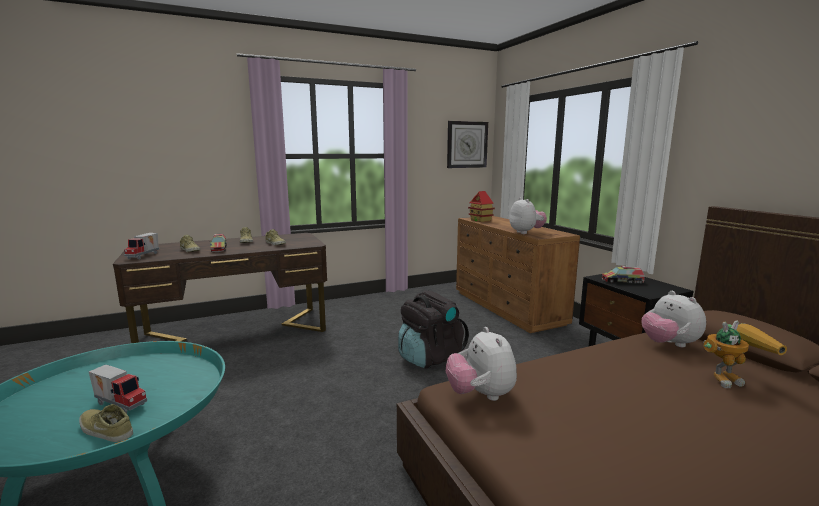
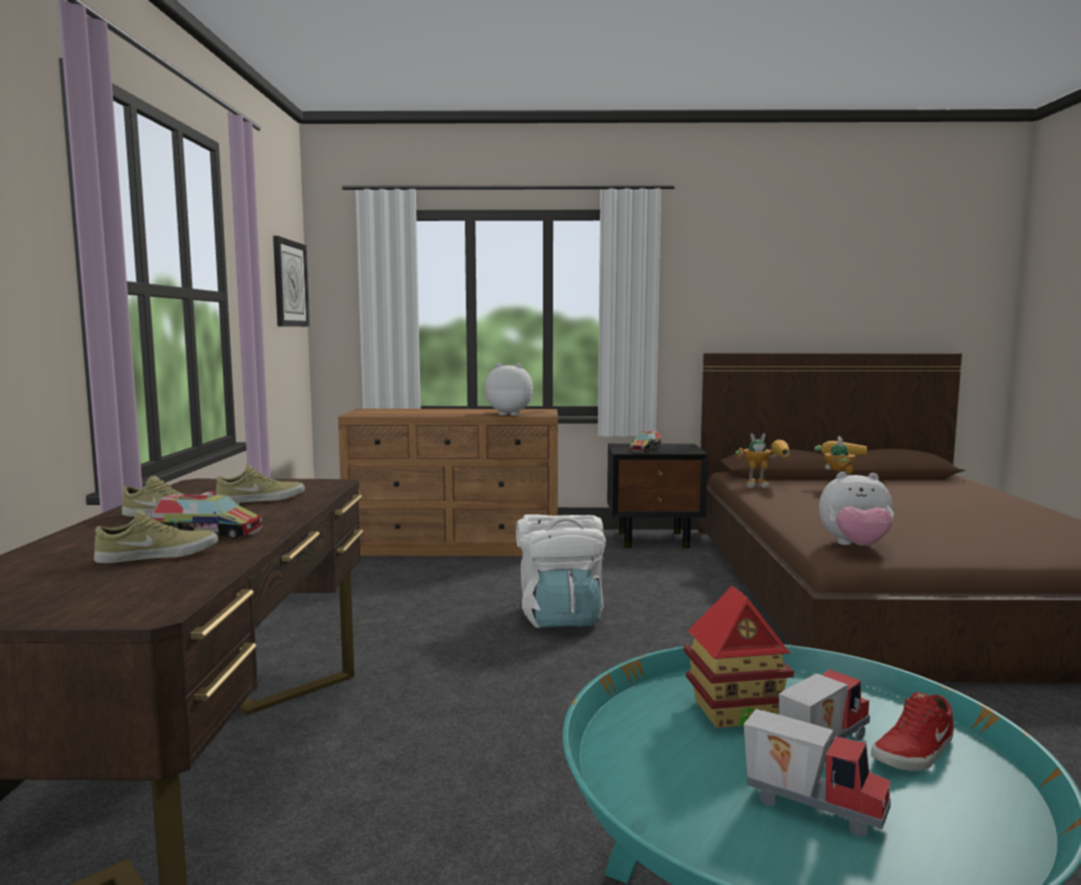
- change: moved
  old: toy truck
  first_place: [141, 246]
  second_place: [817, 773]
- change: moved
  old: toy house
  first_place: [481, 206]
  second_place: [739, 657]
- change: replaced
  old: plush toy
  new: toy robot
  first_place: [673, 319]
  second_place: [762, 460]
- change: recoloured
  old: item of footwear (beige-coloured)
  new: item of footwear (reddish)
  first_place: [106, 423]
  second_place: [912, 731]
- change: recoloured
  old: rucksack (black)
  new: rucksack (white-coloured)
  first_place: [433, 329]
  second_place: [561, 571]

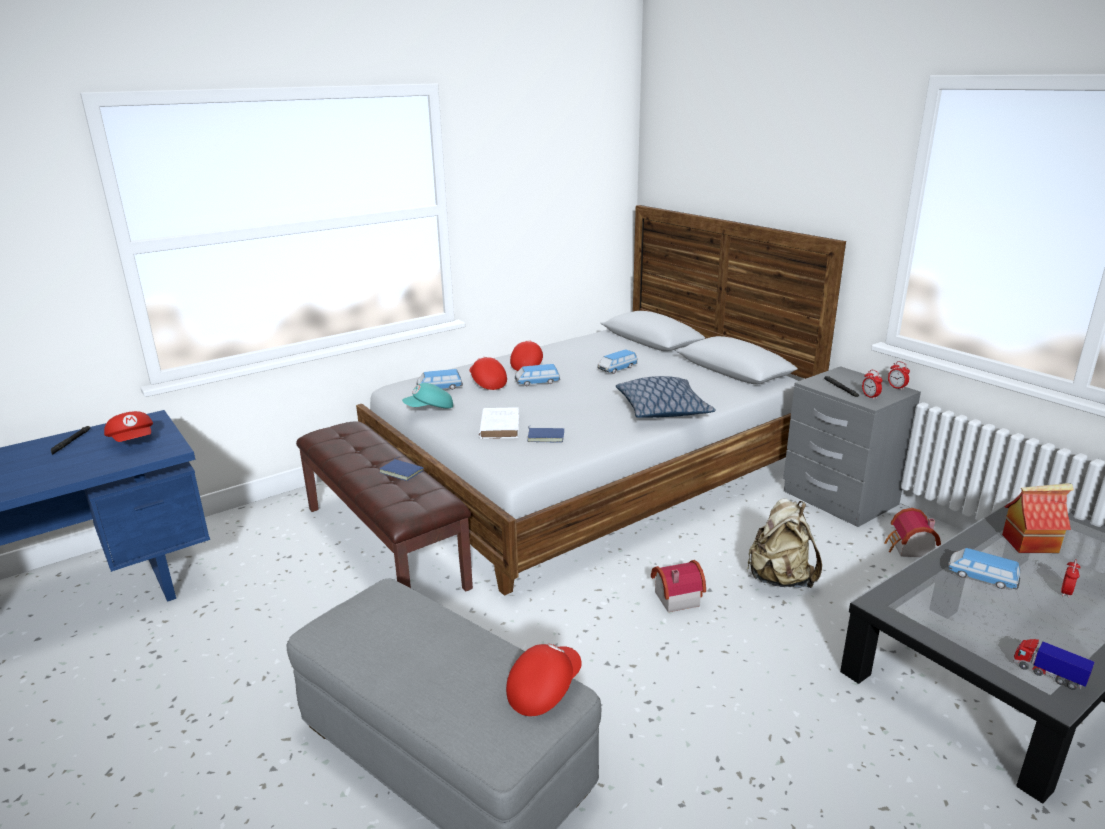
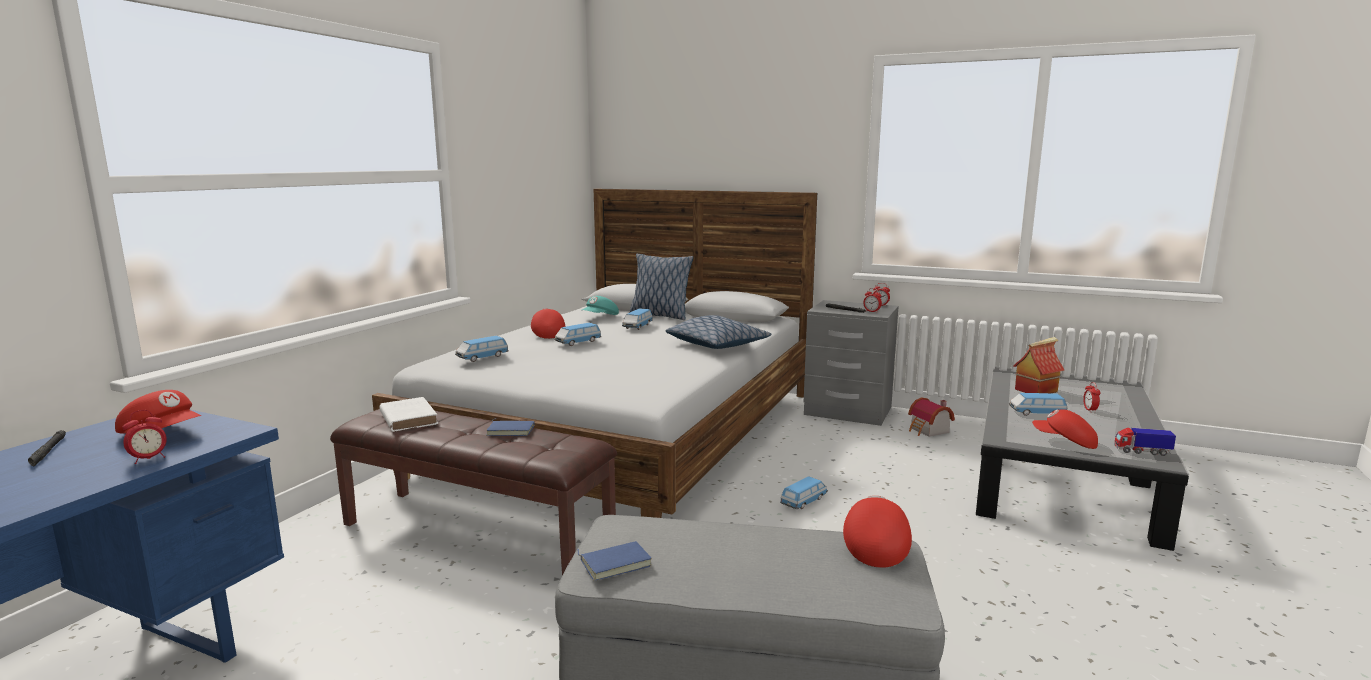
- change: removed
  old: rucksack (beige-coloured)
  first_place: [784, 543]
- change: added
  new: alarm clock
  second_place: [144, 437]
- change: added
  new: throw pillow
  second_place: [661, 287]
- change: moved
  old: baseball cap (turquoise)
  first_place: [427, 395]
  second_place: [600, 305]
- change: moved
  old: baseball cap (reddish)
  first_place: [488, 373]
  second_place: [1065, 429]
- change: moved
  old: book (white-coloured)
  first_place: [499, 423]
  second_place: [409, 414]
- change: moved
  old: book (bluish)
  first_place: [545, 433]
  second_place: [615, 561]
- change: replaced
  old: toy house
  new: miniature car
  first_place: [678, 586]
  second_place: [804, 492]

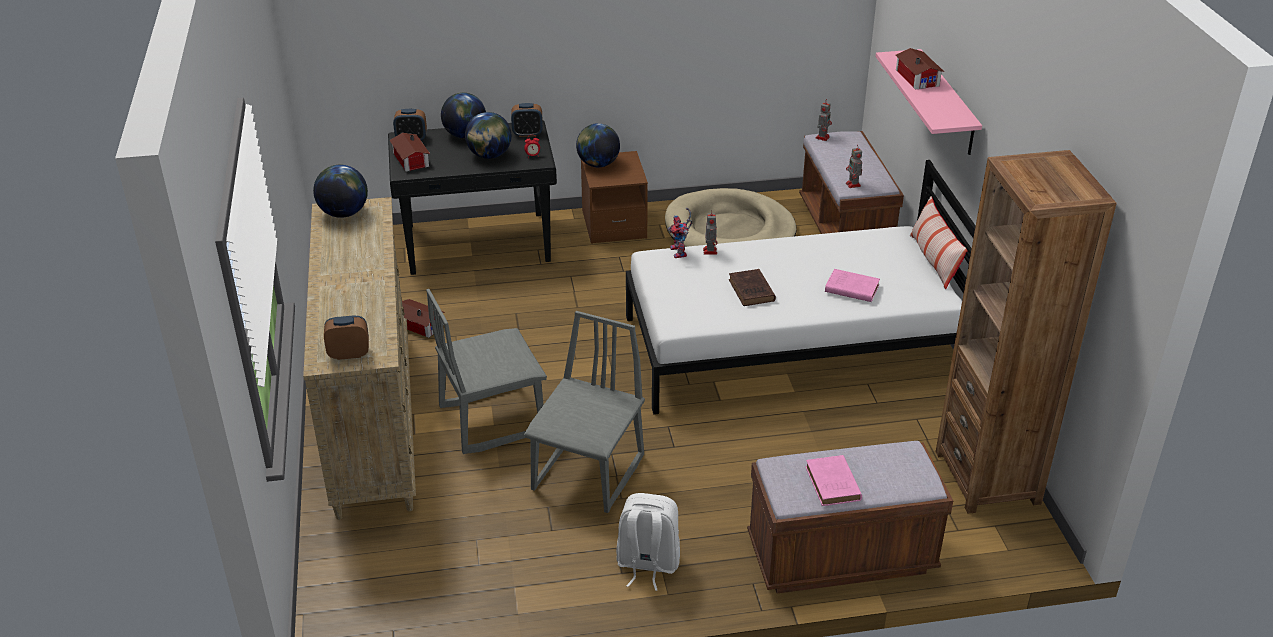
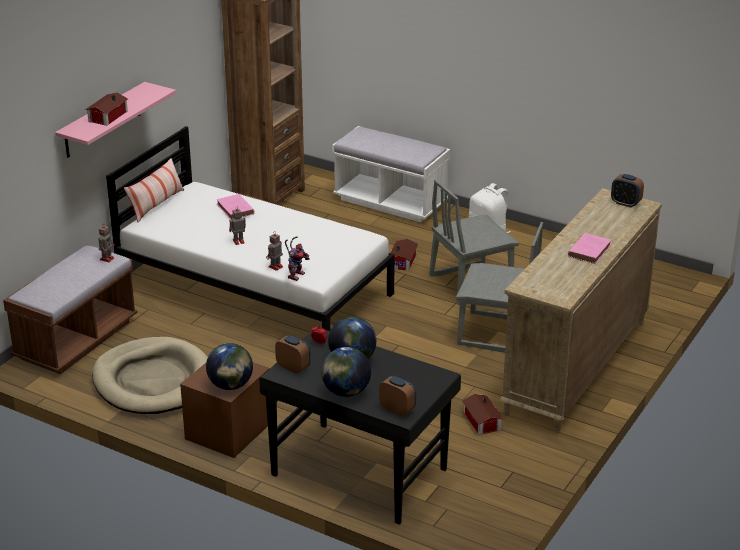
- change: removed
  old: world globe
  first_place: [340, 191]
- change: removed
  old: book (brown)
  first_place: [752, 287]
- change: moved
  old: toy house
  first_place: [409, 152]
  second_place: [404, 255]
- change: moved
  old: book (pink-coloured)
  first_place: [833, 480]
  second_place: [589, 248]
- change: moved
  old: toy robot
  first_place: [824, 120]
  second_place: [237, 225]
- change: recoloured
  old: indoor bench (brown)
  new: indoor bench (white-coloured)
  first_place: [850, 517]
  second_place: [391, 174]

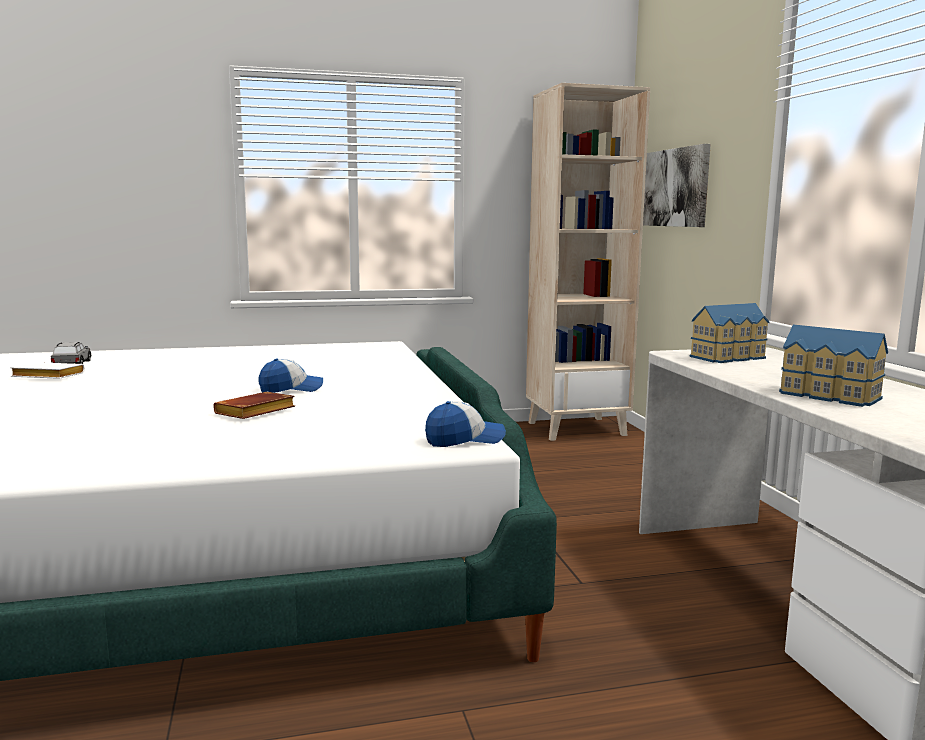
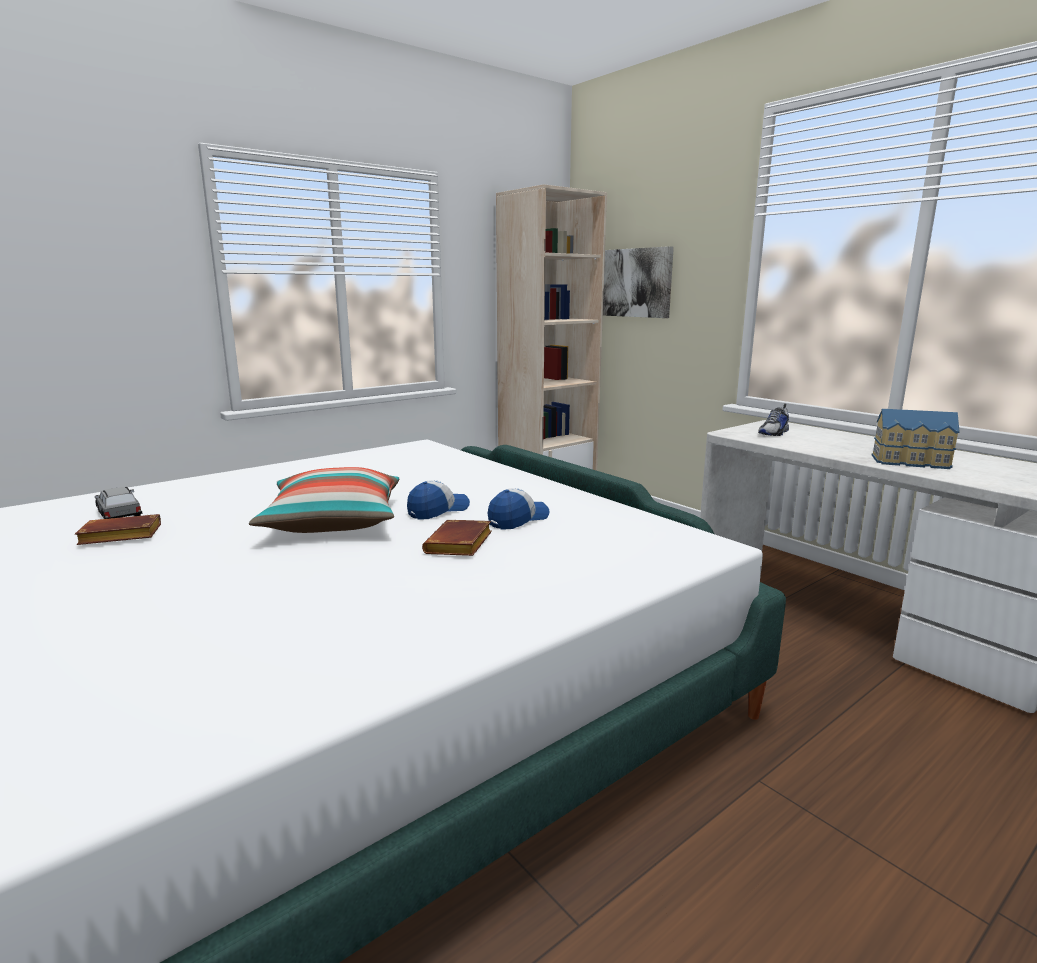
- change: added
  new: throw pillow
  second_place: [324, 500]
- change: moved
  old: baseball cap
  first_place: [465, 424]
  second_place: [518, 509]
- change: replaced
  old: toy house
  new: item of footwear
  first_place: [729, 333]
  second_place: [773, 420]
- change: recoloured
  old: book (white-coloured)
  new: book (brown)
  first_place: [47, 370]
  second_place: [118, 529]

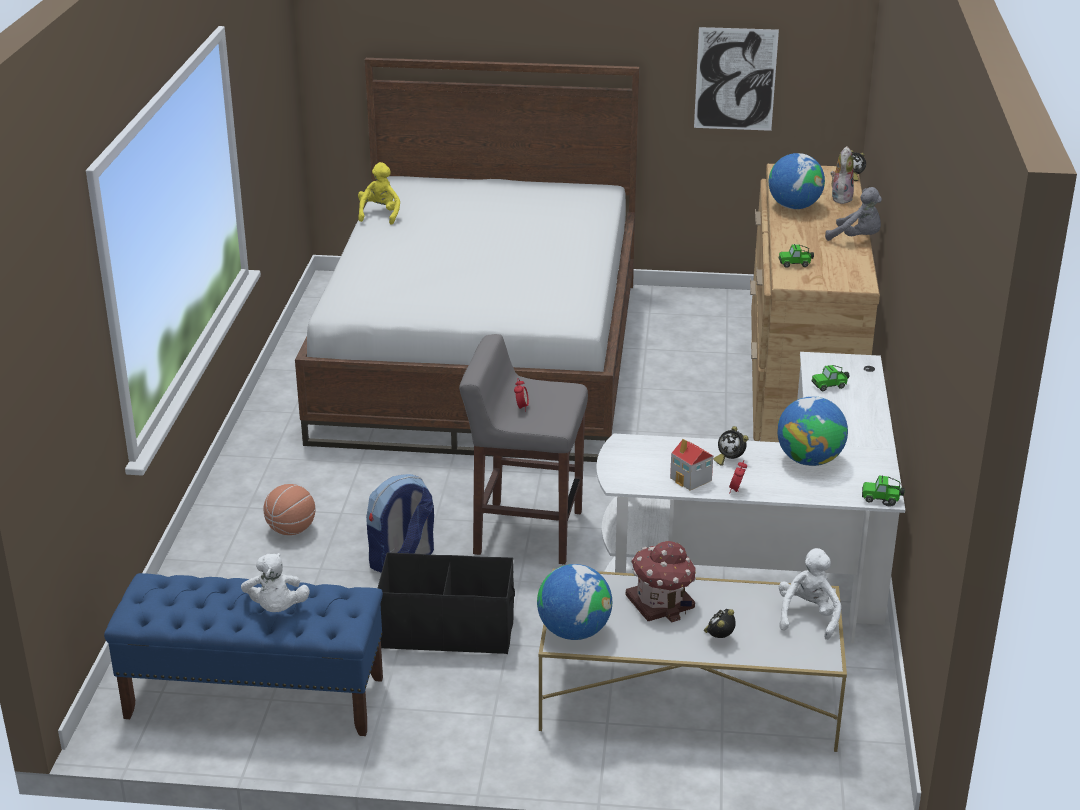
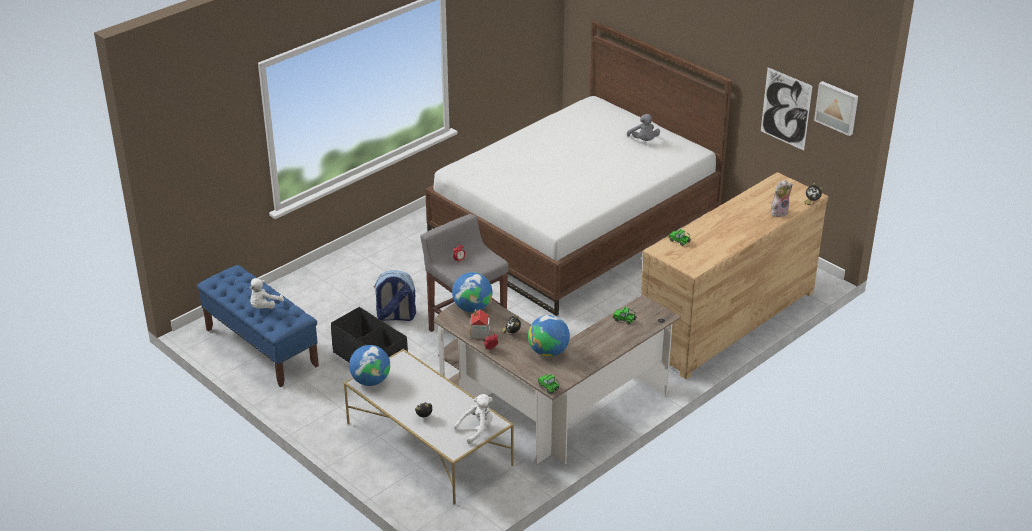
- change: removed
  old: basketball ball
  first_place: [289, 509]
- change: removed
  old: plush toy (yellow-coloured)
  first_place: [379, 193]
- change: removed
  old: toy house
  first_place: [660, 581]
- change: added
  new: wall picture
  second_place: [836, 108]
- change: moved
  old: world globe
  first_place: [797, 181]
  second_place: [472, 292]
- change: moved
  old: plush toy (grey)
  first_place: [853, 214]
  second_place: [643, 127]
- change: recoloured
  old: desk (white-coloured)
  new: desk (brown)
  first_place: [750, 497]
  second_place: [557, 379]

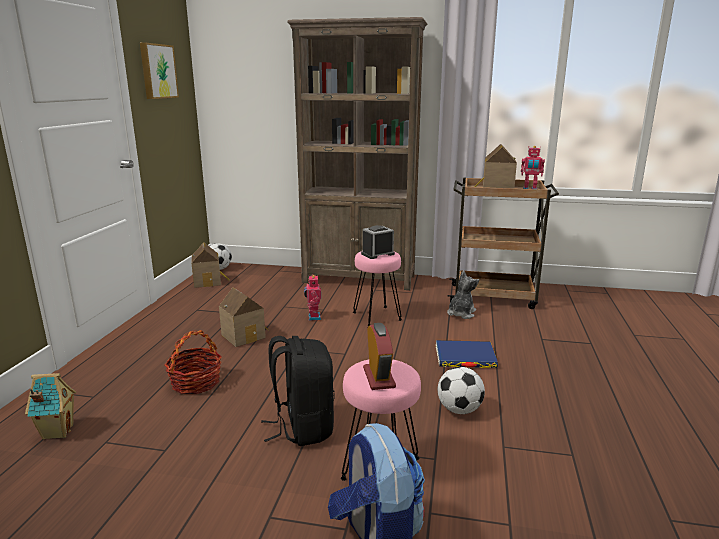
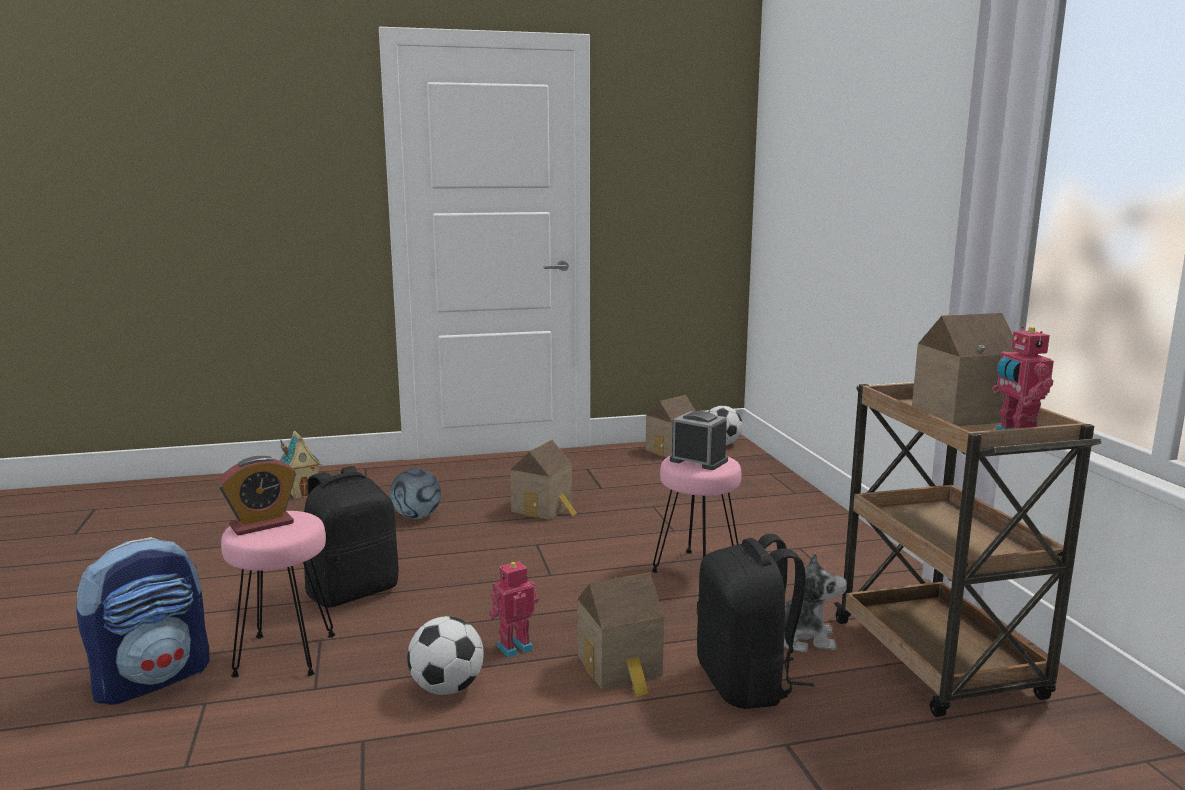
- change: removed
  old: wall picture
  first_place: [159, 71]
- change: removed
  old: shelving unit (brown)
  first_place: [357, 153]
- change: added
  new: rucksack (black)
  second_place: [755, 621]
- change: moved
  old: toy robot
  first_place: [312, 297]
  second_place: [513, 609]
- change: replaced
  old: storage basket
  new: football ball
  first_place: [193, 362]
  second_place: [415, 493]
- change: replaced
  old: book (bluish)
  new: toy house
  first_place: [467, 354]
  second_place: [620, 634]

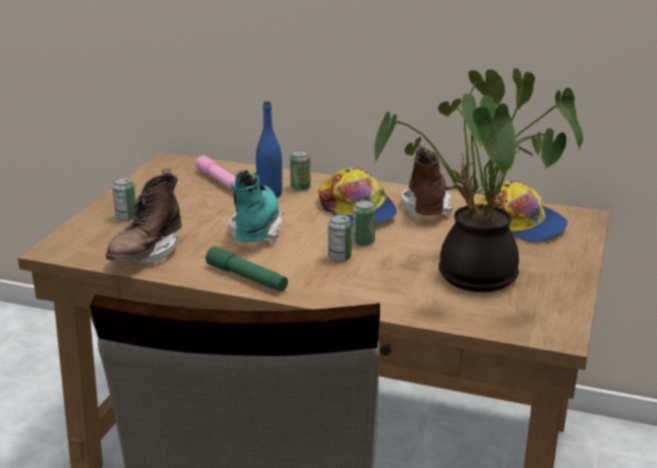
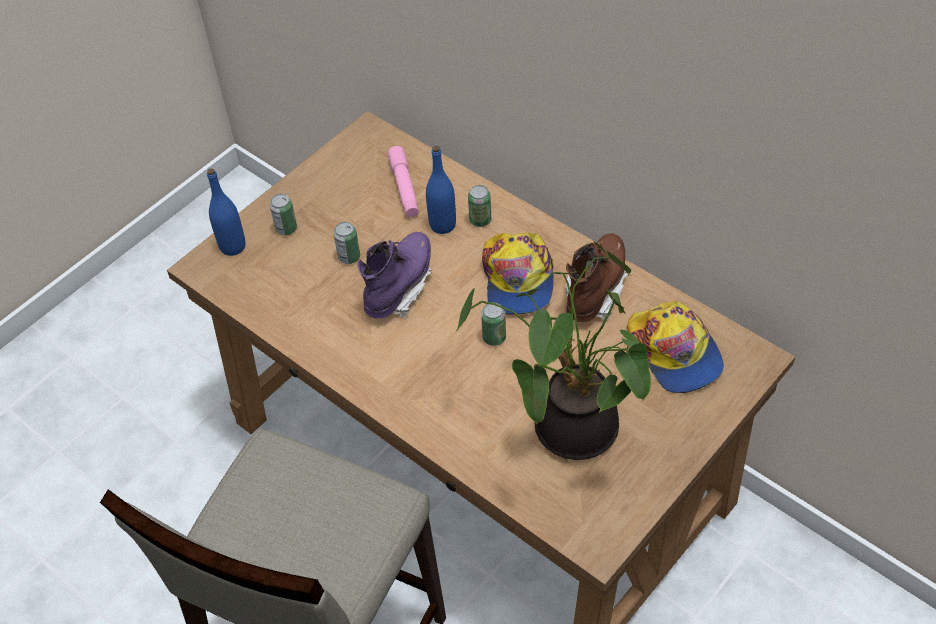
- change: removed
  old: boot (brown)
  first_place: [144, 216]
- change: removed
  old: torch (green-coloured)
  first_place: [247, 268]
- change: added
  new: beverage bottle (bluish)
  second_place: [226, 212]
- change: moved
  old: sealed can
  first_place: [340, 238]
  second_place: [347, 243]
- change: recoloured
  old: boot (turquoise)
  new: boot (purplish)
  first_place: [256, 207]
  second_place: [394, 275]

